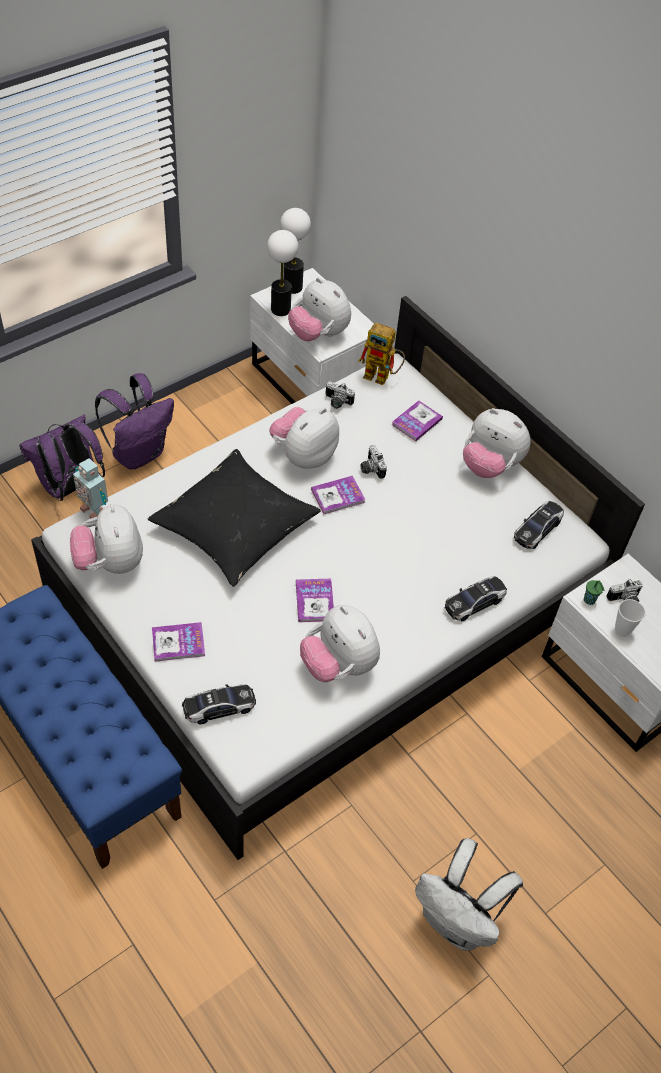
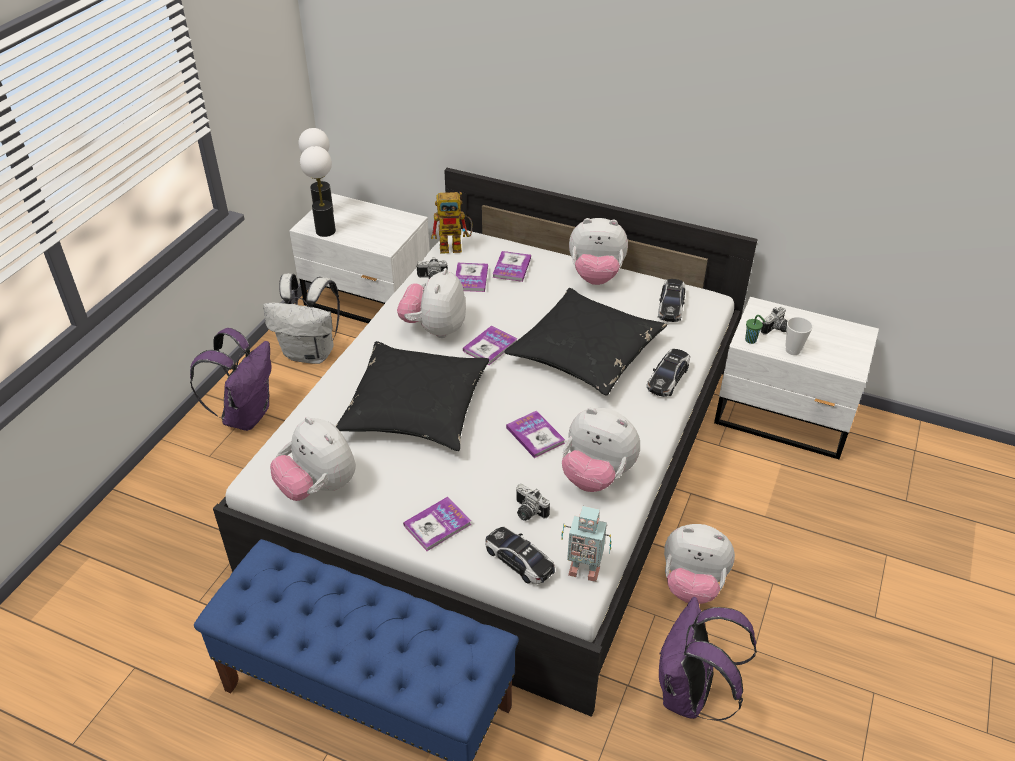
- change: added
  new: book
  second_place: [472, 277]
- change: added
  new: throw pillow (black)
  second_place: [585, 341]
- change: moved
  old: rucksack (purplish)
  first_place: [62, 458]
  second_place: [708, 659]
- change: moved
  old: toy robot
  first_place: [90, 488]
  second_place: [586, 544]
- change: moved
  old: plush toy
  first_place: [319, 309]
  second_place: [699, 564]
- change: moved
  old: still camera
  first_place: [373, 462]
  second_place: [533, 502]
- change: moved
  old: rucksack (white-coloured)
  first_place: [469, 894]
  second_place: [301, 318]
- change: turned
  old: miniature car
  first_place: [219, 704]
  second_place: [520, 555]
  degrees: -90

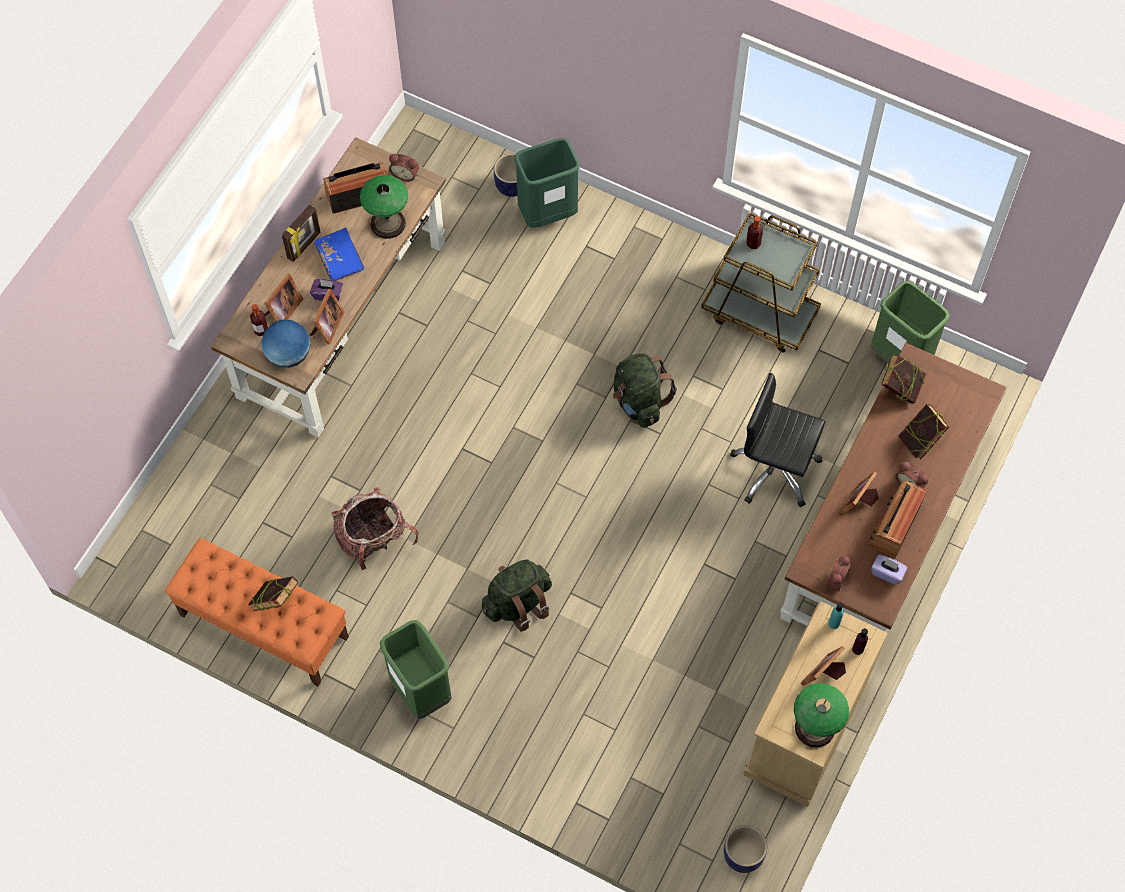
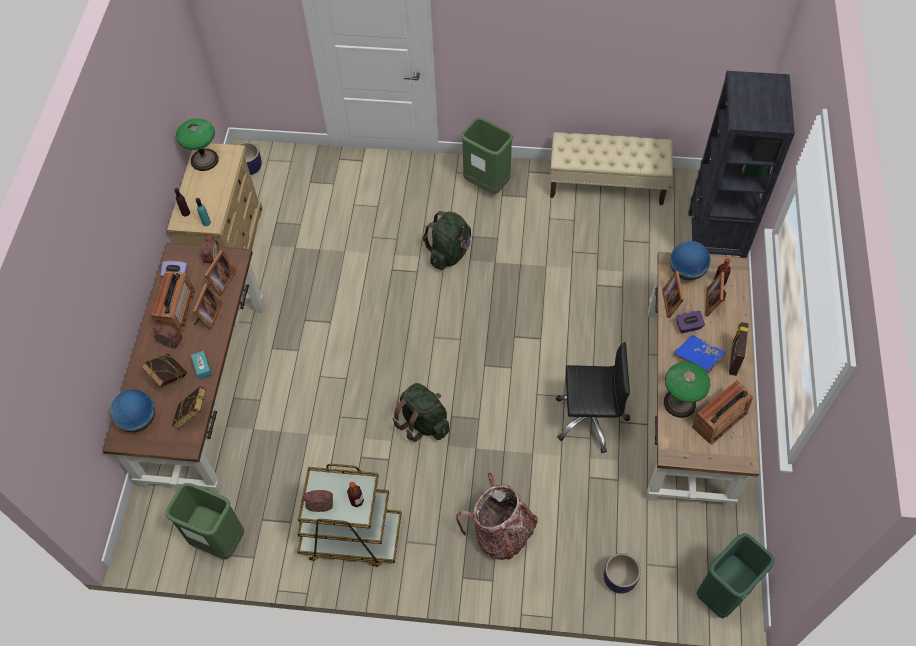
- change: removed
  old: book
  first_place: [273, 593]
- change: added
  new: world globe
  second_place: [132, 410]
- change: added
  new: tissue box (turquoise)
  second_place: [201, 365]
- change: added
  new: shelving unit (black)
  second_place: [742, 164]
- change: moved
  old: rucksack
  first_place: [375, 528]
  second_place: [497, 516]
- change: moved
  old: alarm clock
  first_place: [404, 168]
  second_place: [318, 501]
- change: moved
  old: trash can (green-coloured)
  first_place: [547, 183]
  second_place: [735, 575]
- change: moved
  old: desk chair (black)
  first_place: [778, 440]
  second_place: [593, 397]
- change: moved
  old: picture frame
  first_place: [823, 666]
  second_place: [220, 273]
- change: recoloured
  old: indoor bench (orange)
  new: indoor bench (beige-coloured)
  first_place: [257, 612]
  second_place: [611, 168]

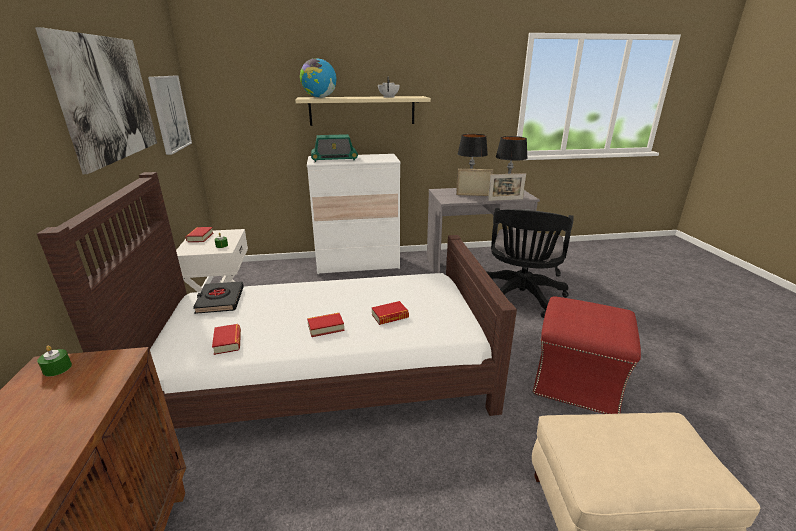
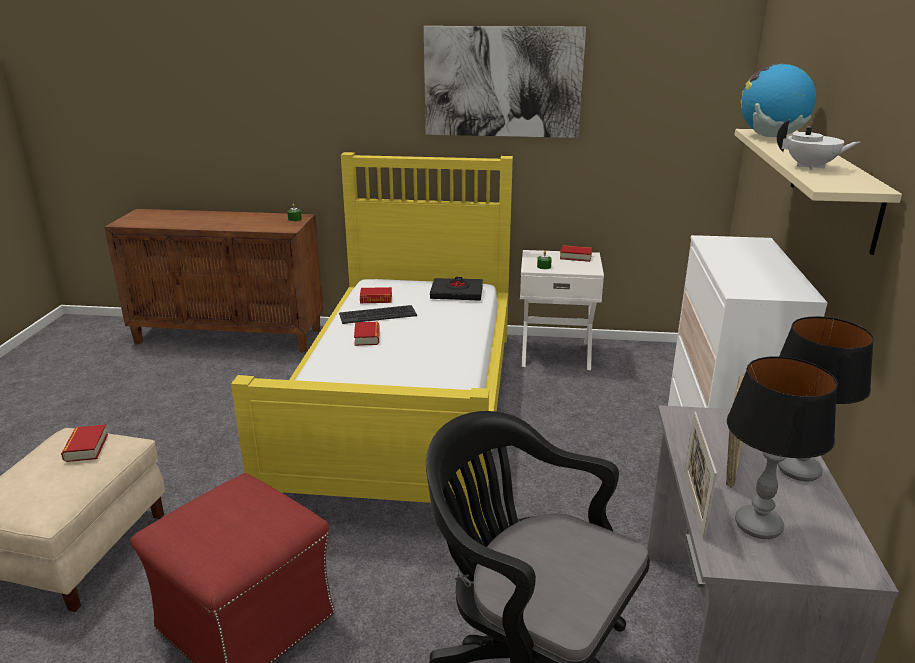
- change: removed
  old: wall picture
  first_place: [170, 115]
- change: removed
  old: radio receiver
  first_place: [334, 148]
- change: added
  new: keyboard
  second_place: [378, 314]
- change: moved
  old: book
  first_place: [390, 313]
  second_place: [84, 443]
- change: recoloured
  old: bedroom bed (brown)
  new: bedroom bed (yellow-coloured)
  first_place: [277, 300]
  second_place: [372, 344]

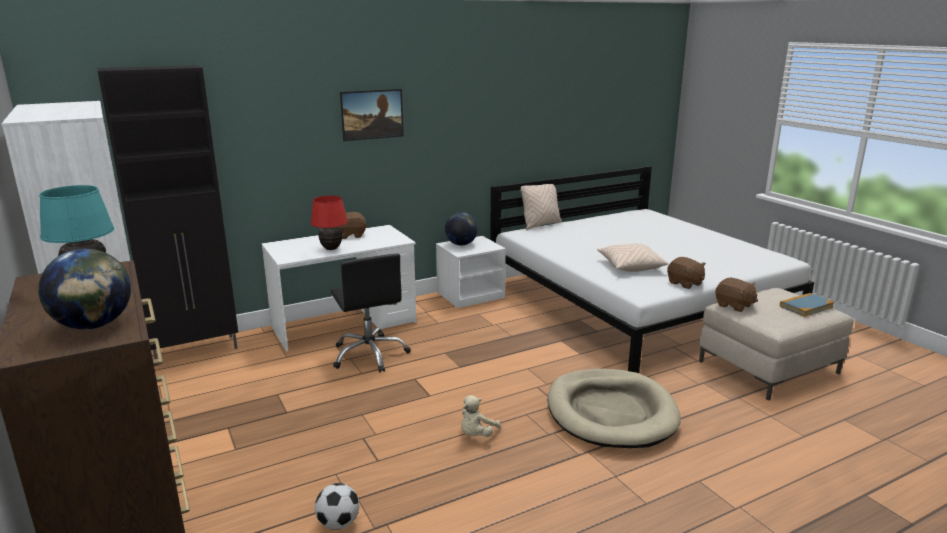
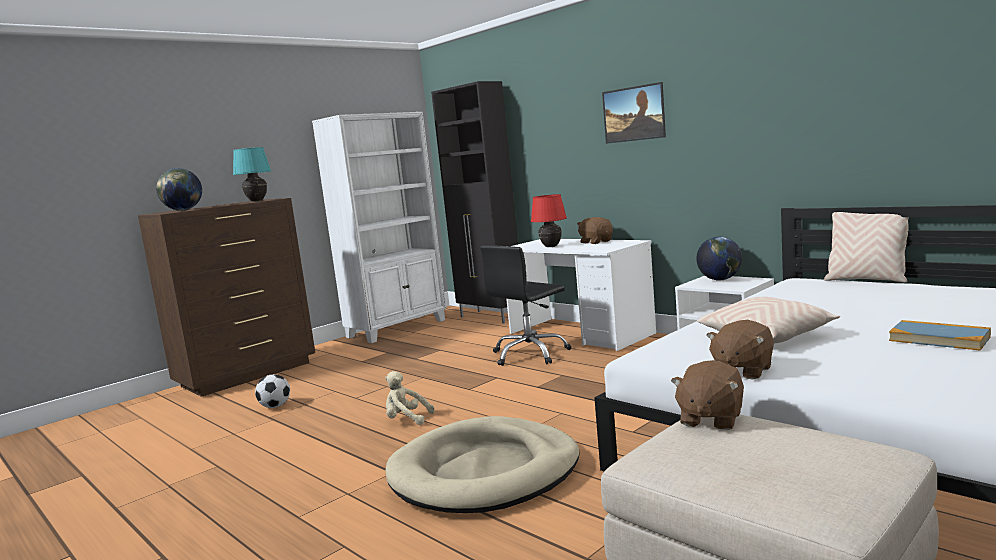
- change: moved
  old: book
  first_place: [807, 305]
  second_place: [940, 335]

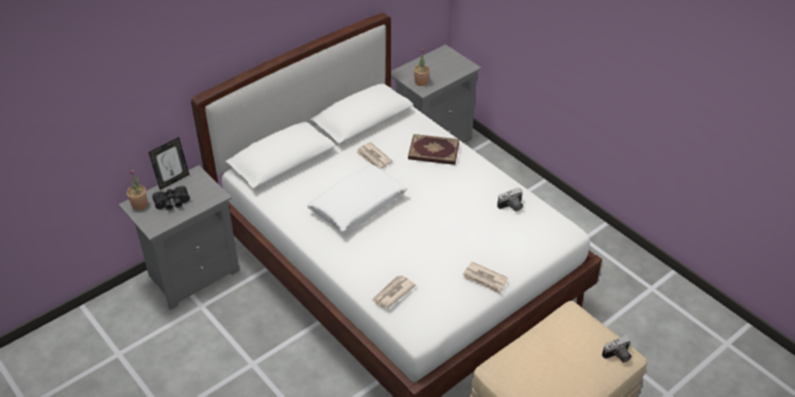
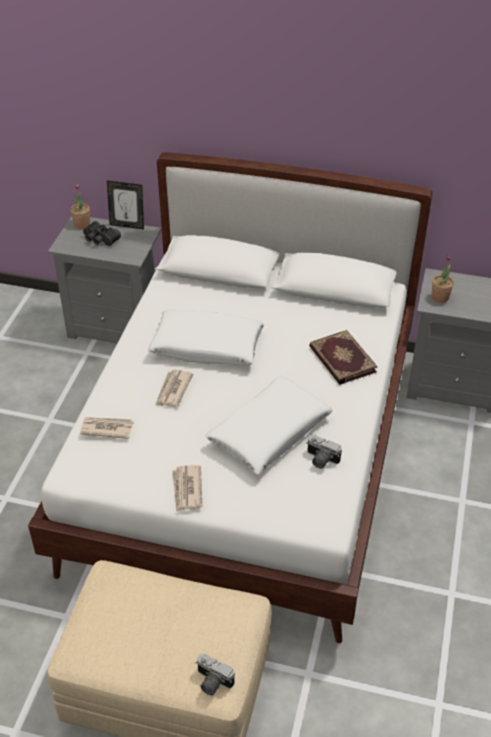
- change: added
  new: throw pillow (white-coloured)
  second_place: [269, 425]
- change: moved
  old: daily paper
  first_place: [374, 155]
  second_place: [174, 388]

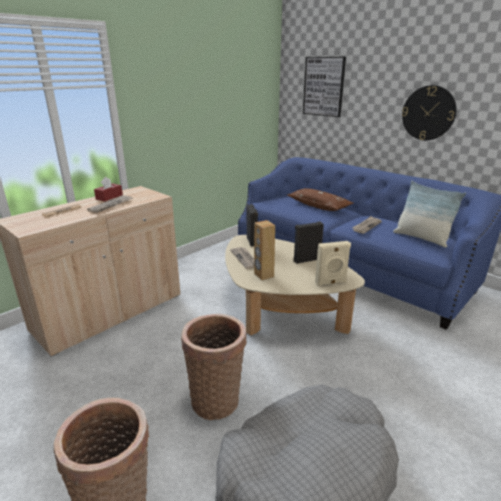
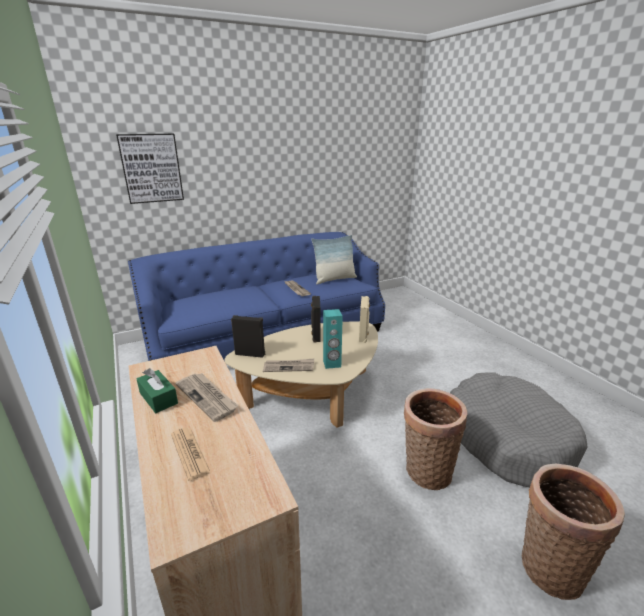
- change: removed
  old: throw pillow (brown)
  first_place: [320, 199]
- change: removed
  old: wall clock
  first_place: [429, 112]
- change: recoloured
  old: tissue box (reddish)
  new: tissue box (green-coloured)
  first_place: [108, 189]
  second_place: [157, 390]
- change: recoloured
  old: speaker (brown)
  new: speaker (turquoise)
  first_place: [264, 250]
  second_place: [333, 339]

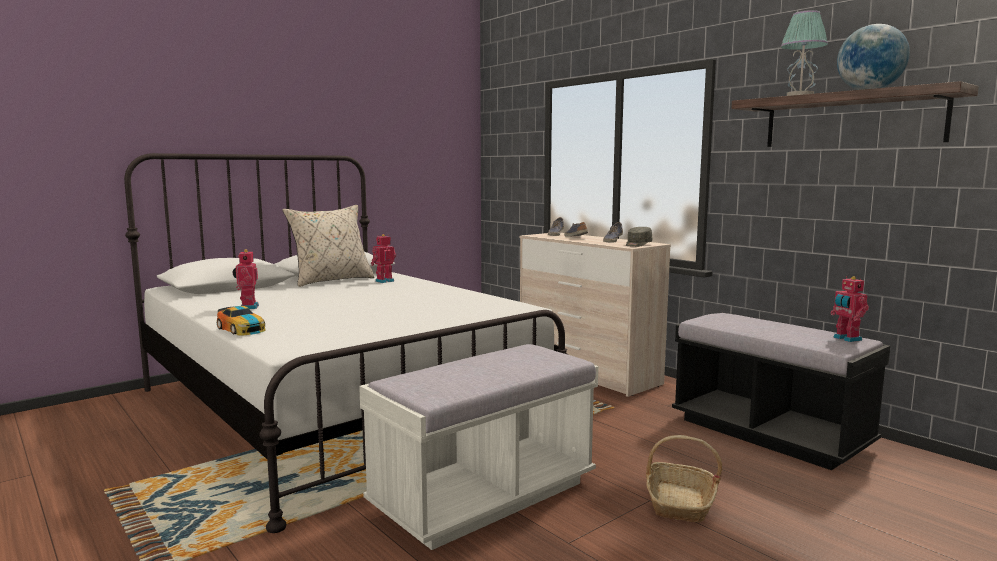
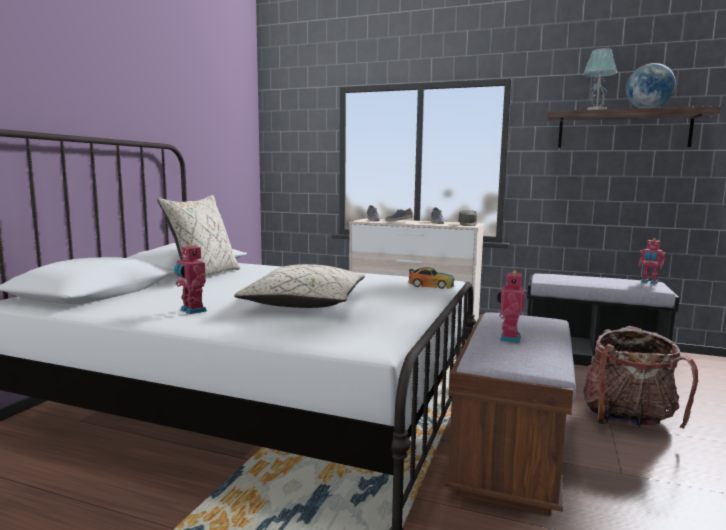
- change: added
  new: throw pillow (beige-coloured)
  second_place: [299, 286]
- change: moved
  old: miniature car
  first_place: [241, 320]
  second_place: [431, 278]
- change: moved
  old: toy robot
  first_place: [383, 258]
  second_place: [511, 306]
- change: replaced
  old: storage basket
  new: rucksack
  first_place: [684, 478]
  second_place: [640, 377]
- change: recoloured
  old: indoor bench (white-coloured)
  new: indoor bench (brown)
  first_place: [478, 447]
  second_place: [510, 414]

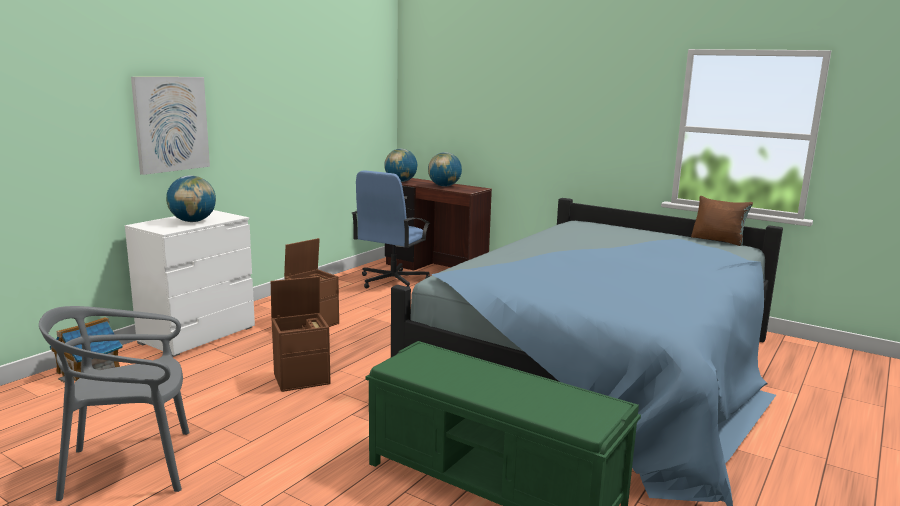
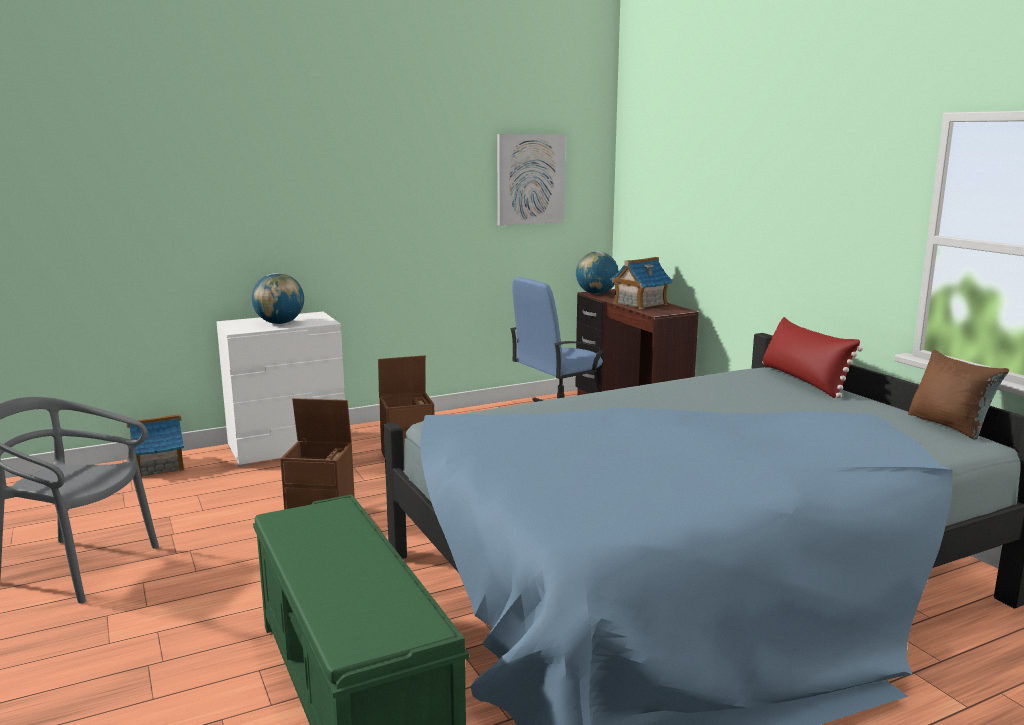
- change: added
  new: throw pillow (reddish)
  second_place: [812, 357]
- change: moved
  old: wall picture
  first_place: [170, 126]
  second_place: [531, 180]
- change: replaced
  old: world globe
  new: toy house
  first_place: [445, 169]
  second_place: [641, 283]

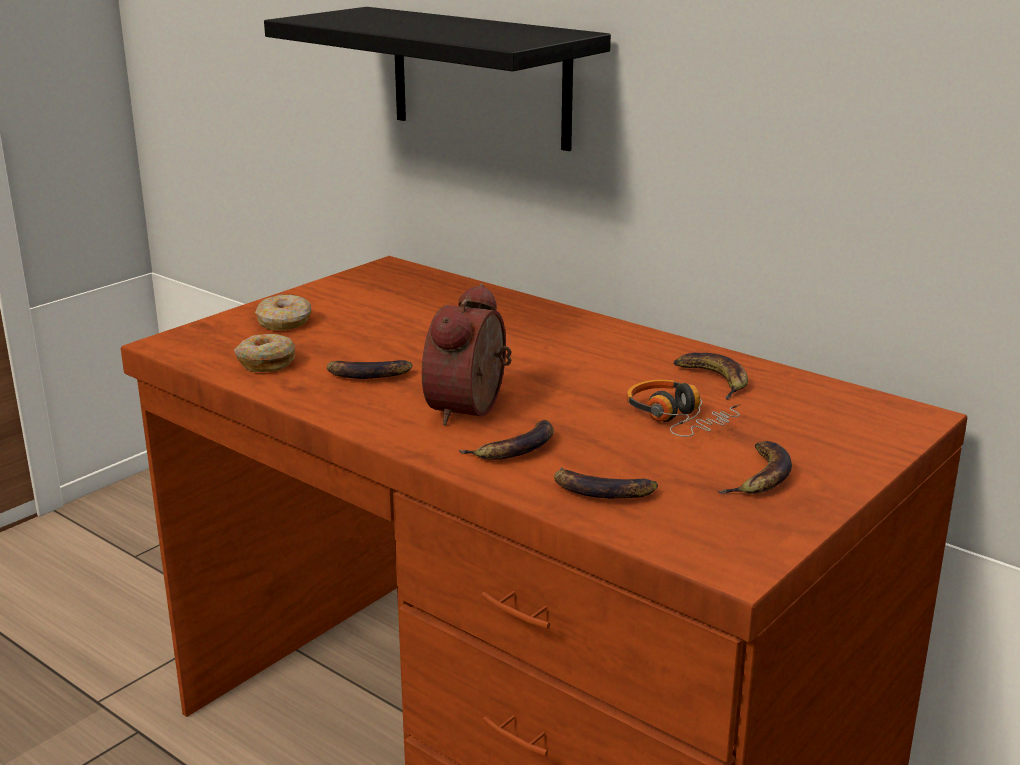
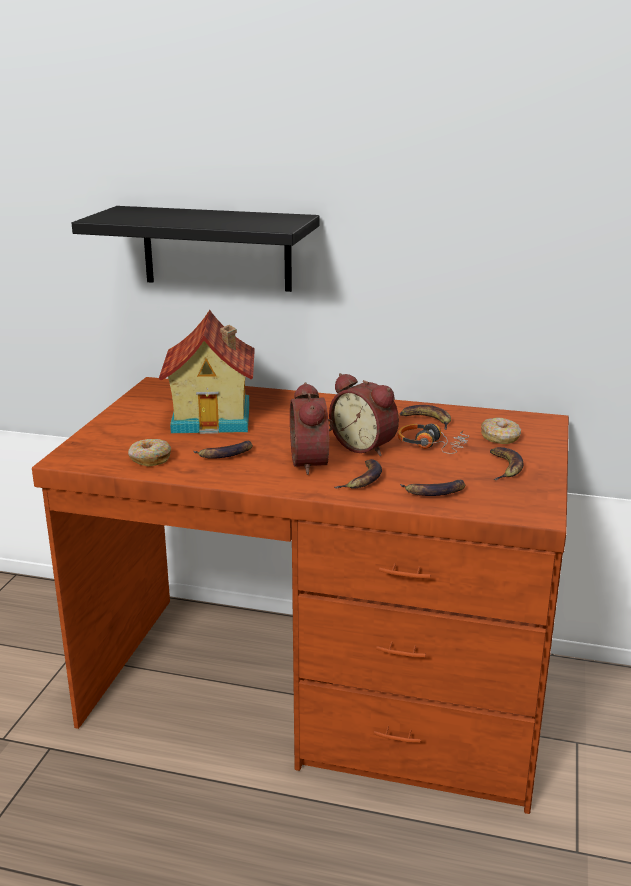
- change: added
  new: toy house
  second_place: [207, 372]
- change: added
  new: alarm clock
  second_place: [364, 414]
- change: moved
  old: doughnut
  first_place: [283, 312]
  second_place: [501, 431]

